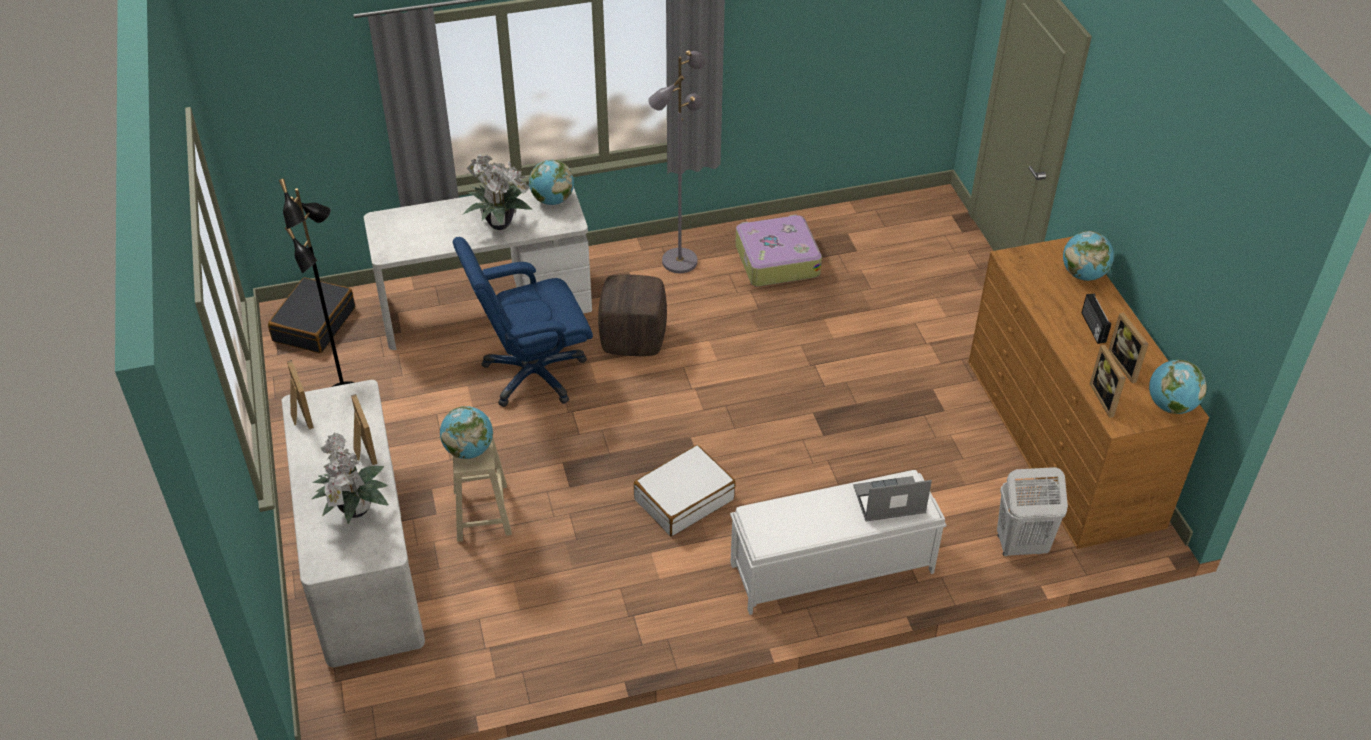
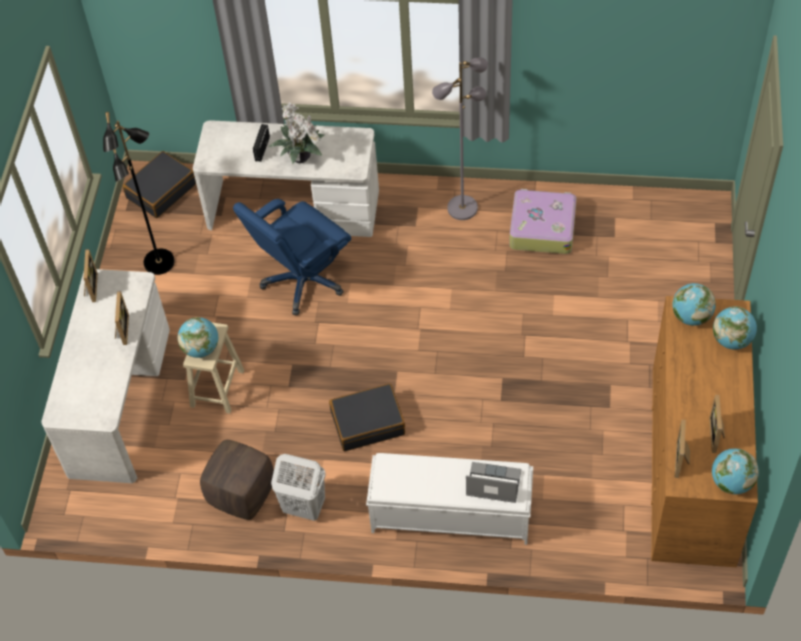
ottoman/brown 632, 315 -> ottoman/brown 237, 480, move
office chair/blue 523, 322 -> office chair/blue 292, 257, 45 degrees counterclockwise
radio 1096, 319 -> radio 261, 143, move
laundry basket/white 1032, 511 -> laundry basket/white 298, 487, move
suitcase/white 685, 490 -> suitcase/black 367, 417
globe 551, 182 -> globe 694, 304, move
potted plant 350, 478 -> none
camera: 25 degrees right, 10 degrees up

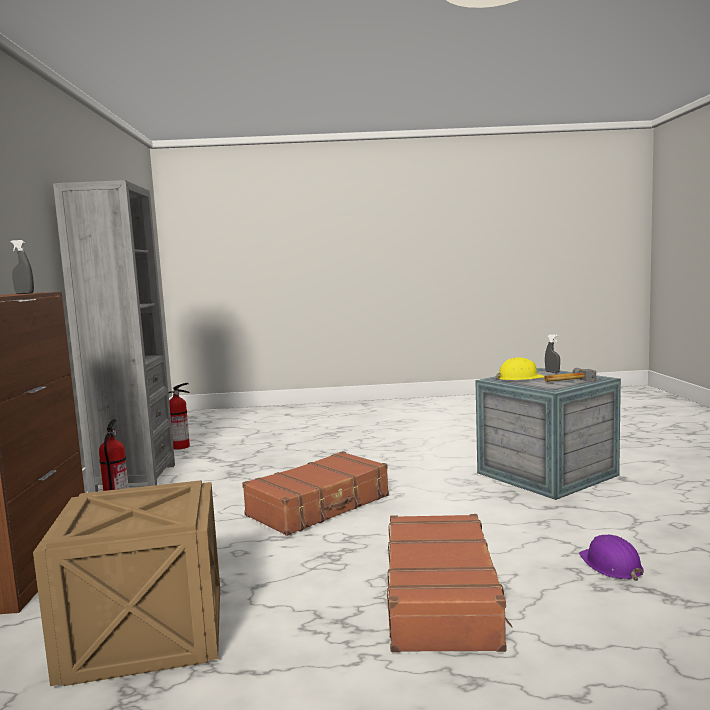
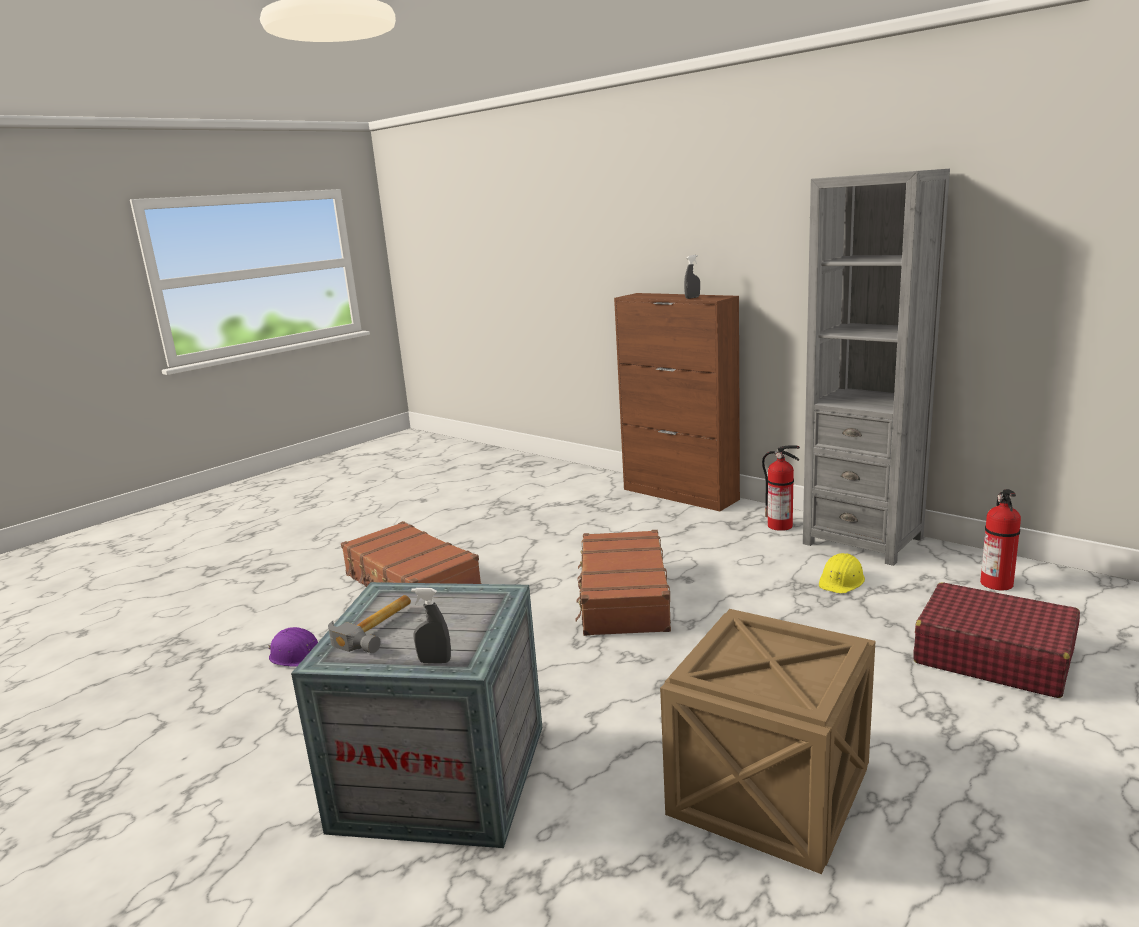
crate 126, 583 -> crate 767, 741, move
hard hat/yellow 520, 368 -> hard hat/yellow 842, 573, move
none -> suitcase/red 996, 640
camera: 135 degrees right, 10 degrees up

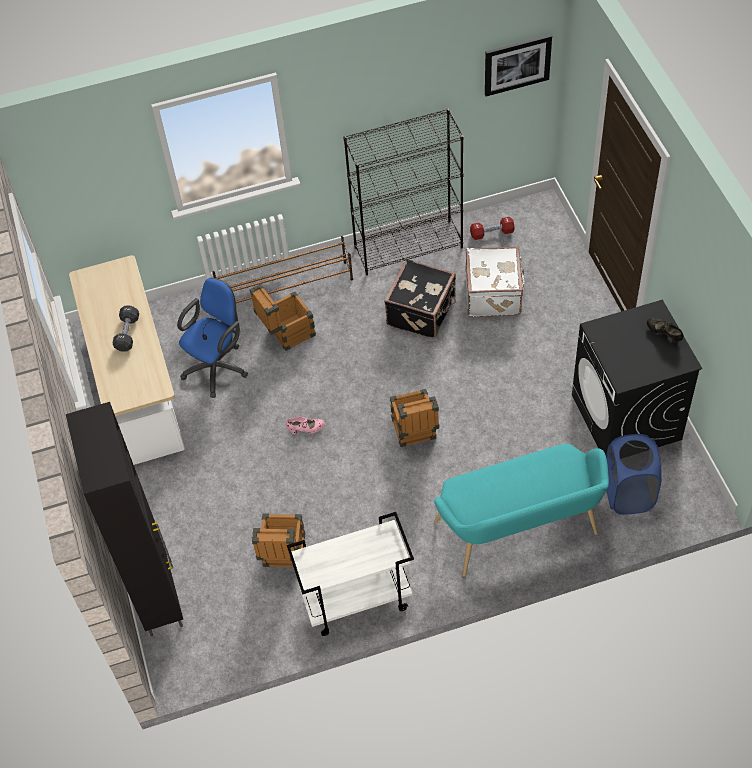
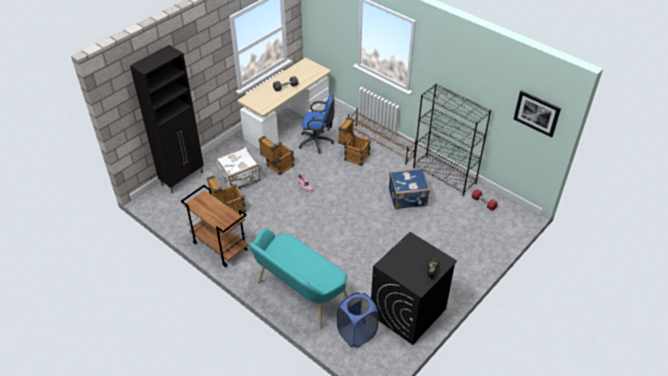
cart/white 350, 574 -> cart/brown 214, 226
suitcase/white 495, 281 -> suitcase/white 237, 168, move
crate 414, 418 -> crate 276, 155, move
suitcase/black 420, 298 -> suitcase/blue 409, 188
camera: 55 degrees right, 10 degrees down

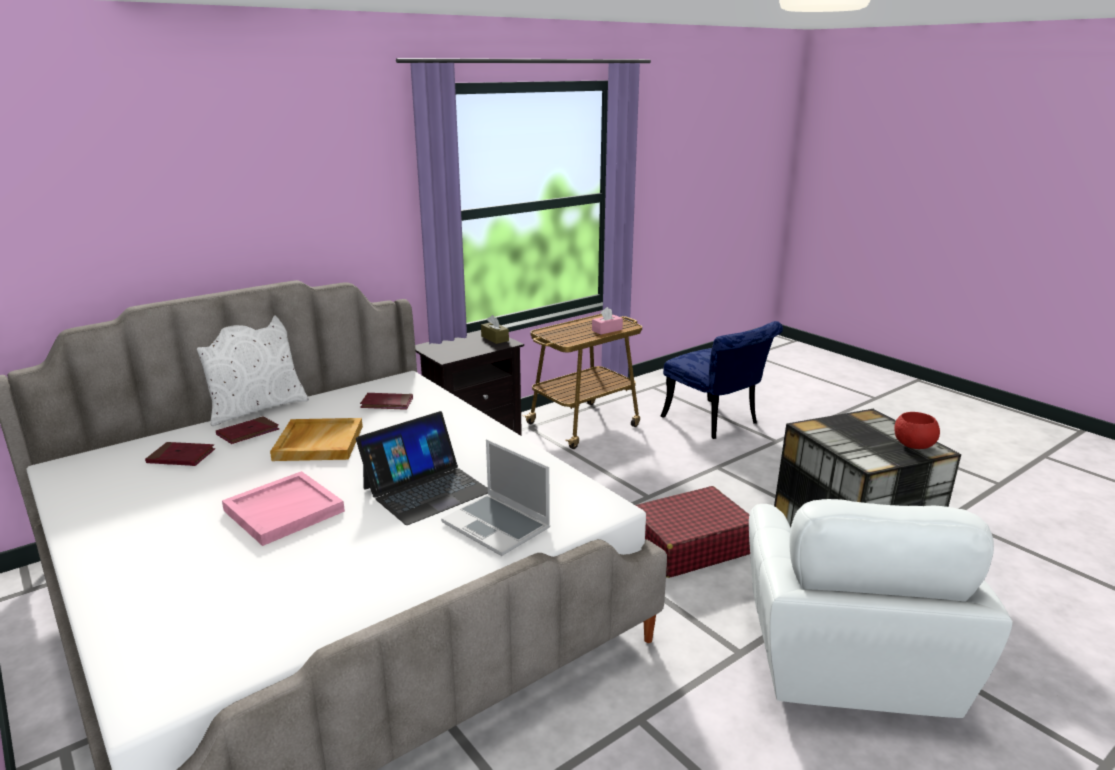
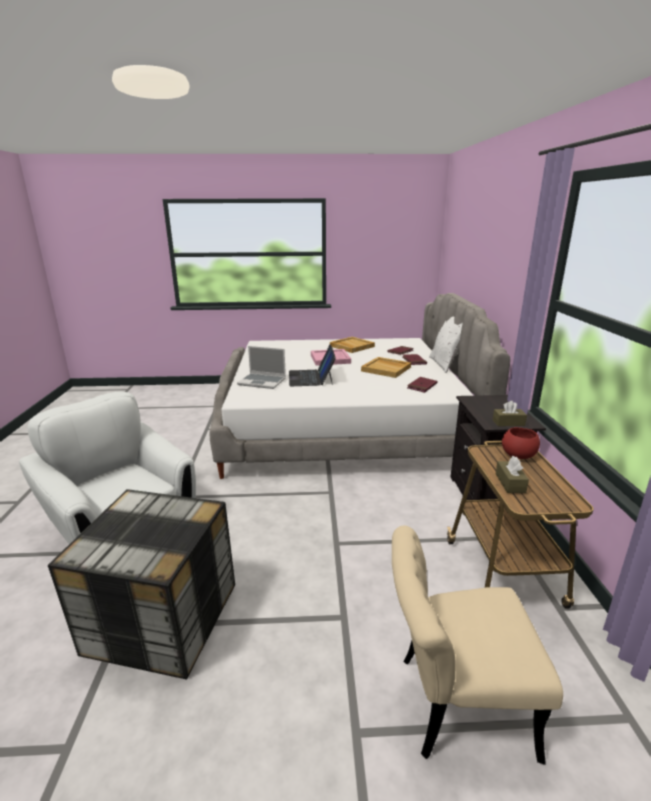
laptop 495, 497 -> laptop 261, 367, 150 degrees counterclockwise
none -> tray/beige 352, 345
chair/blue 721, 380 -> chair/beige 477, 645
tissue box/pink 607, 321 -> tissue box/brown 512, 474
bowl/red 917, 430 -> bowl/red 521, 443, move
suitcase/red 692, 532 -> none
camera: 125 degrees right, 0 degrees up

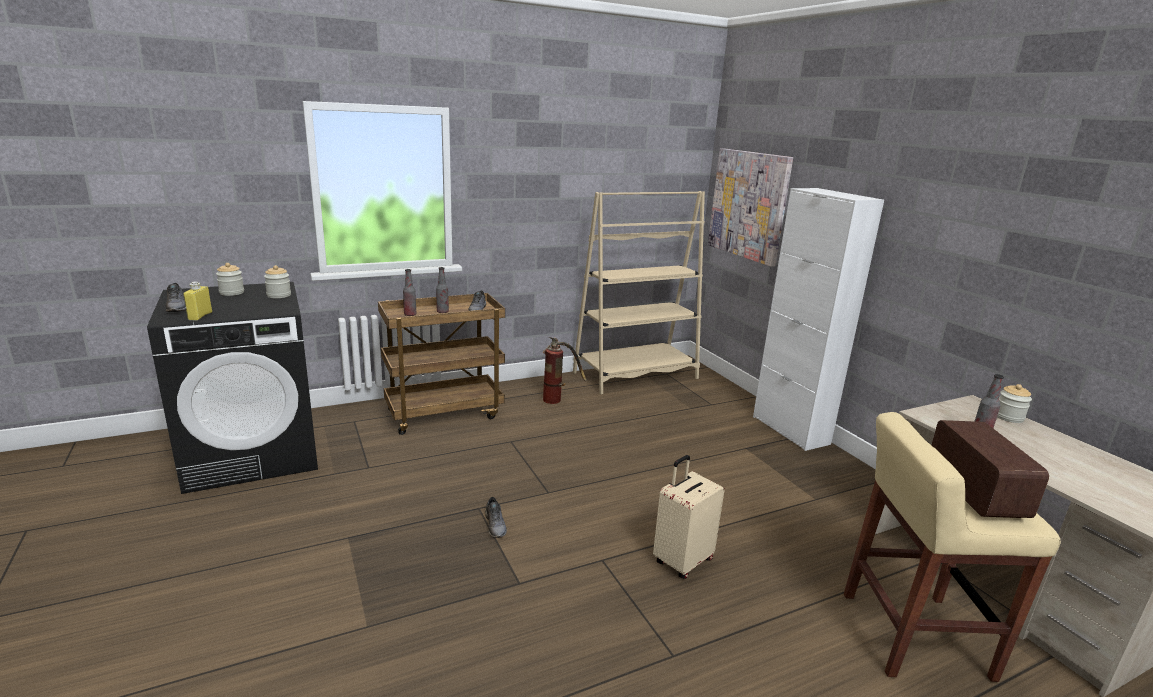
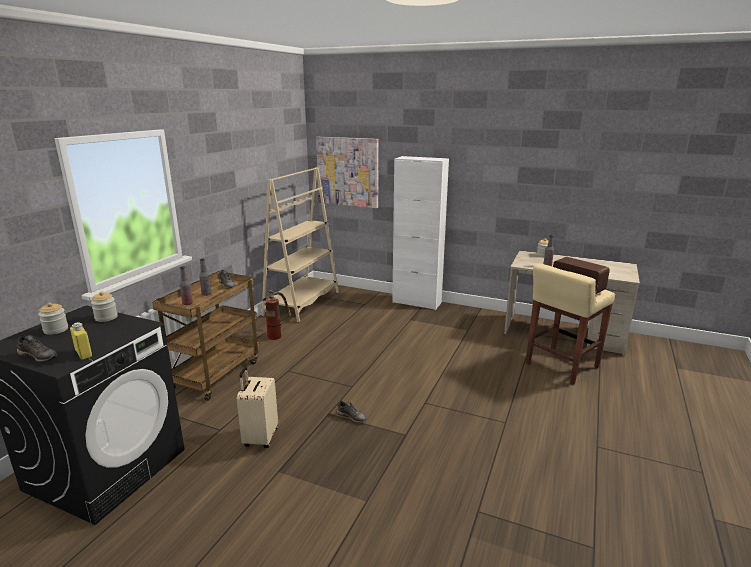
suitcase/beige 689, 517 -> suitcase/beige 257, 407, move
camera: 40 degrees left, 0 degrees up

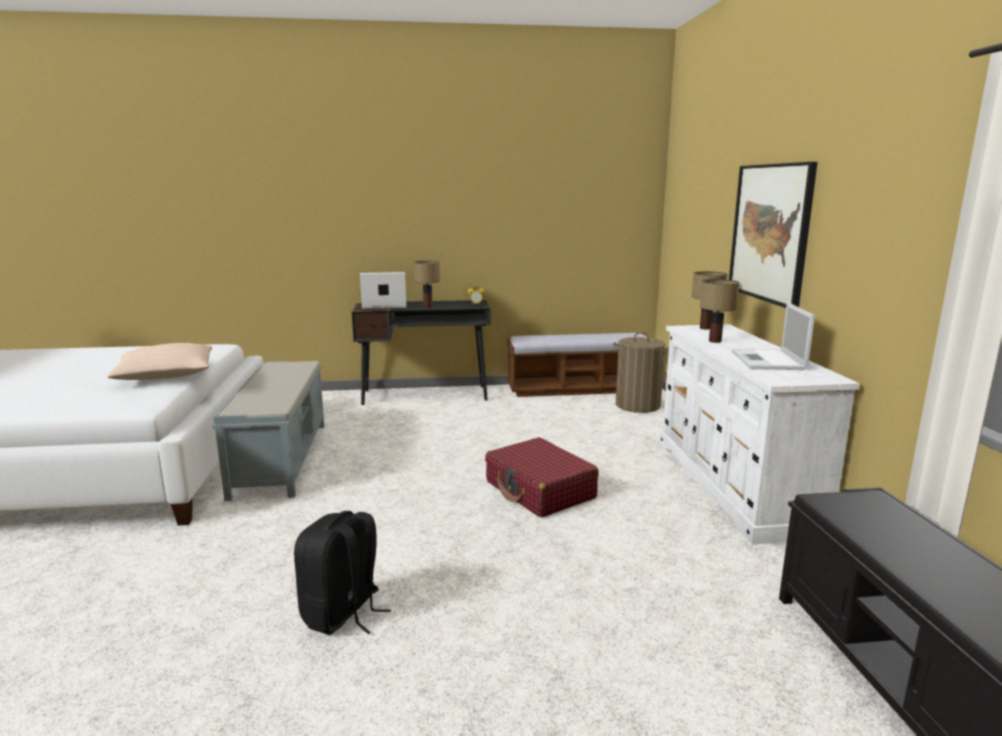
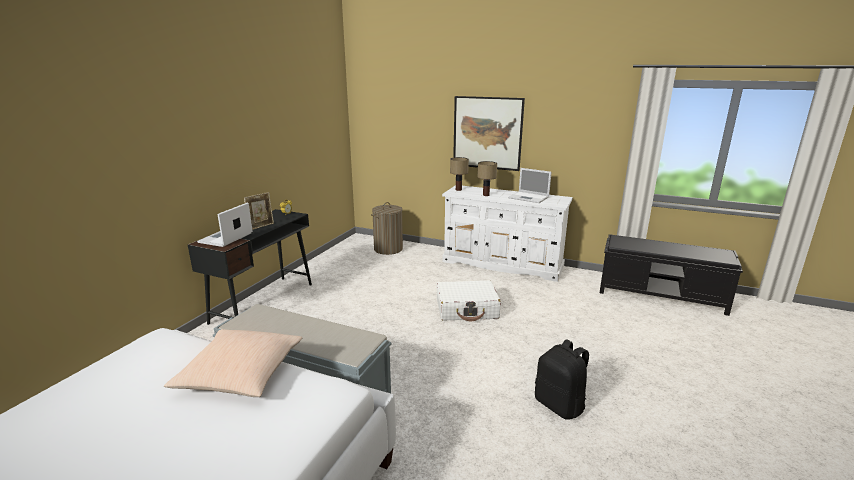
table lamp 427, 284 -> picture frame 259, 211
suitcase/red 542, 477 -> suitcase/white 468, 300
bench 577, 365 -> none
camera: 60 degrees left, 5 degrees up

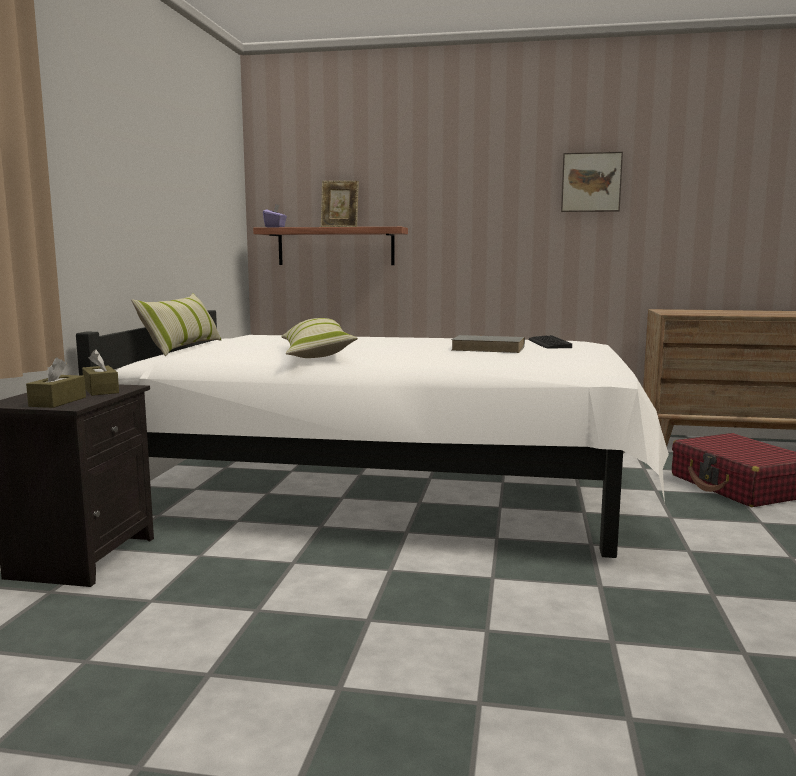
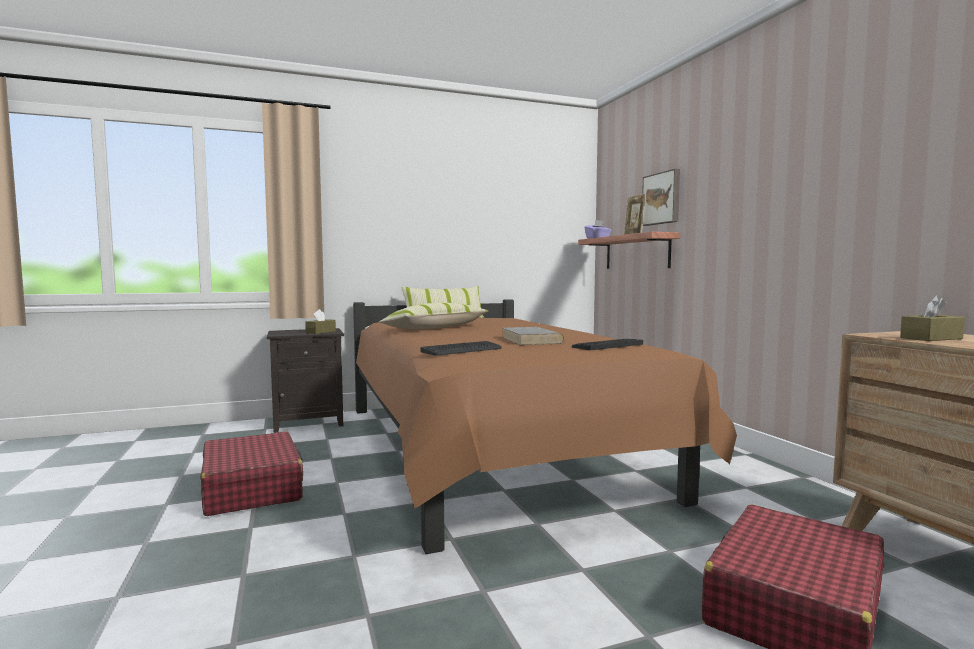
none -> suitcase/red 251, 473
bed/white 372, 434 -> bed/brown 545, 426
none -> keyboard 461, 348
picture 592, 182 -> picture 661, 197, move
tissue box/brown 56, 382 -> tissue box/brown 932, 318, move
camera: 60 degrees right, 5 degrees down

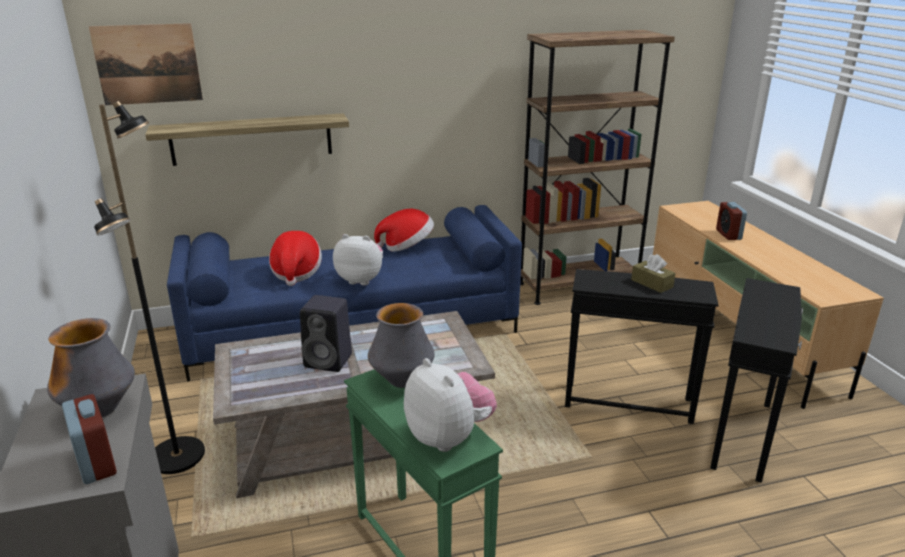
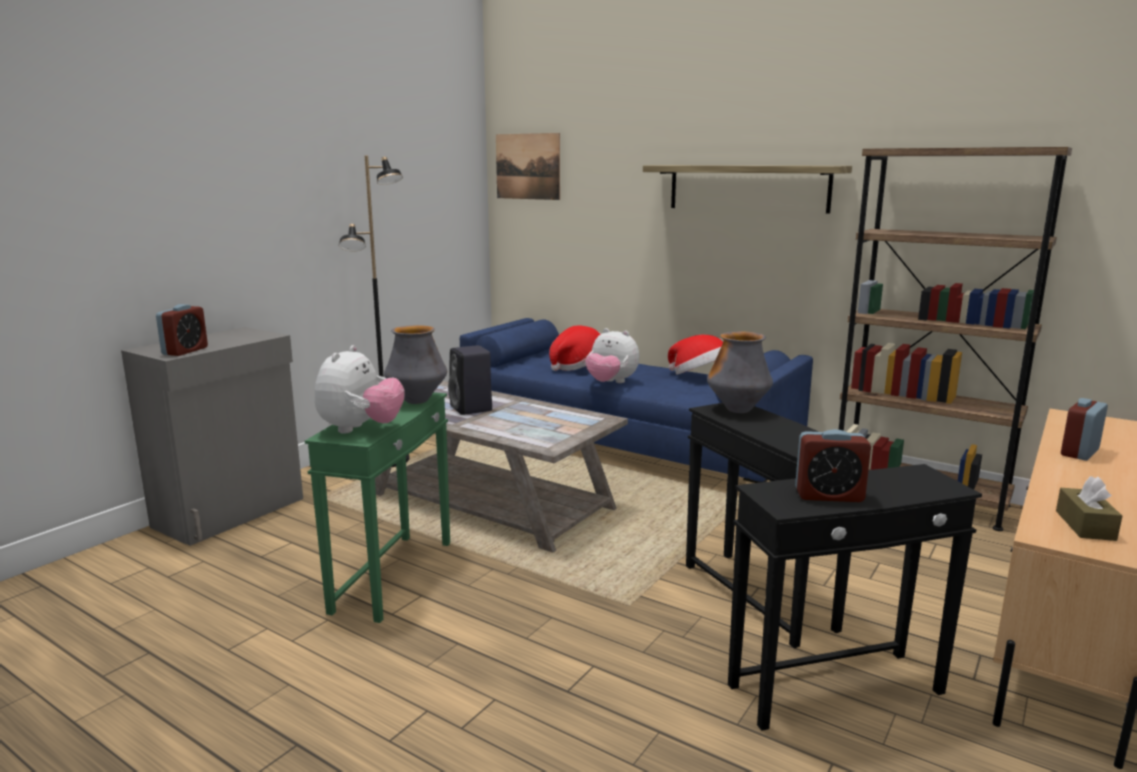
plush toy 358, 259 -> plush toy 612, 355, 150 degrees clockwise
shelf 247, 139 -> shelf 747, 189, move
vase 91, 367 -> vase 740, 372, move
none -> alarm clock 833, 465
tissue box/brown 653, 273 -> tissue box/brown 1089, 508, move
camera: 50 degrees right, 10 degrees down

